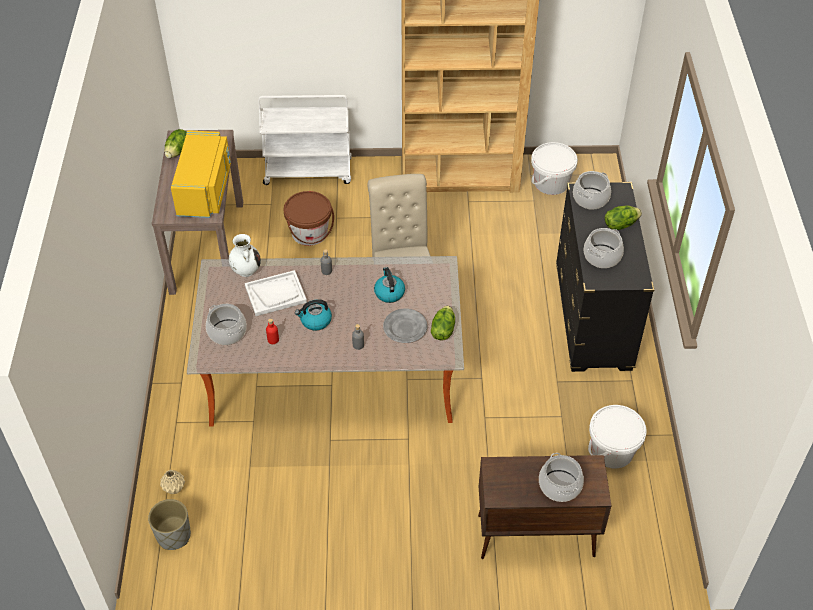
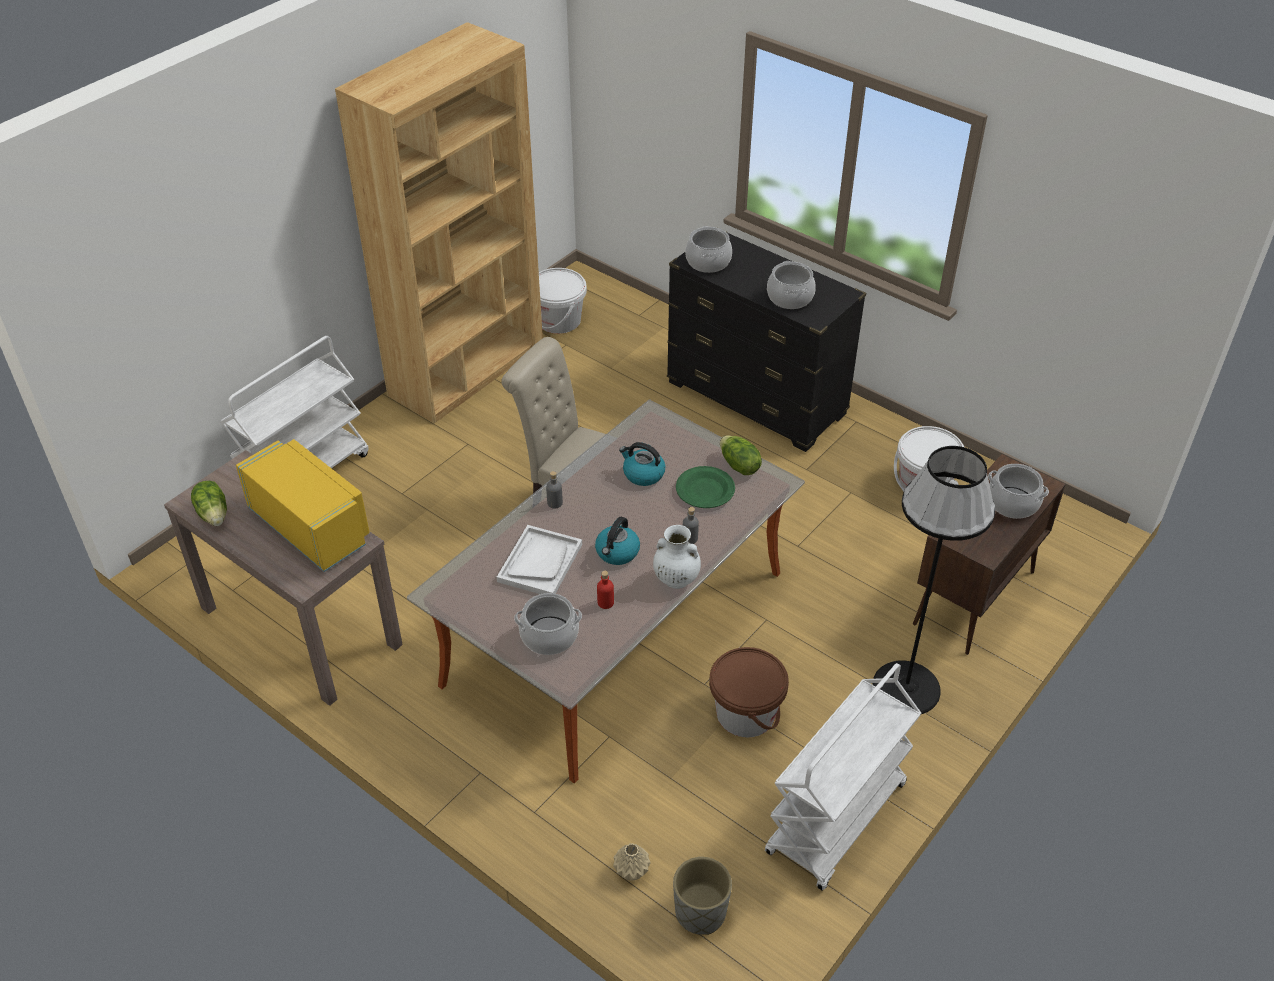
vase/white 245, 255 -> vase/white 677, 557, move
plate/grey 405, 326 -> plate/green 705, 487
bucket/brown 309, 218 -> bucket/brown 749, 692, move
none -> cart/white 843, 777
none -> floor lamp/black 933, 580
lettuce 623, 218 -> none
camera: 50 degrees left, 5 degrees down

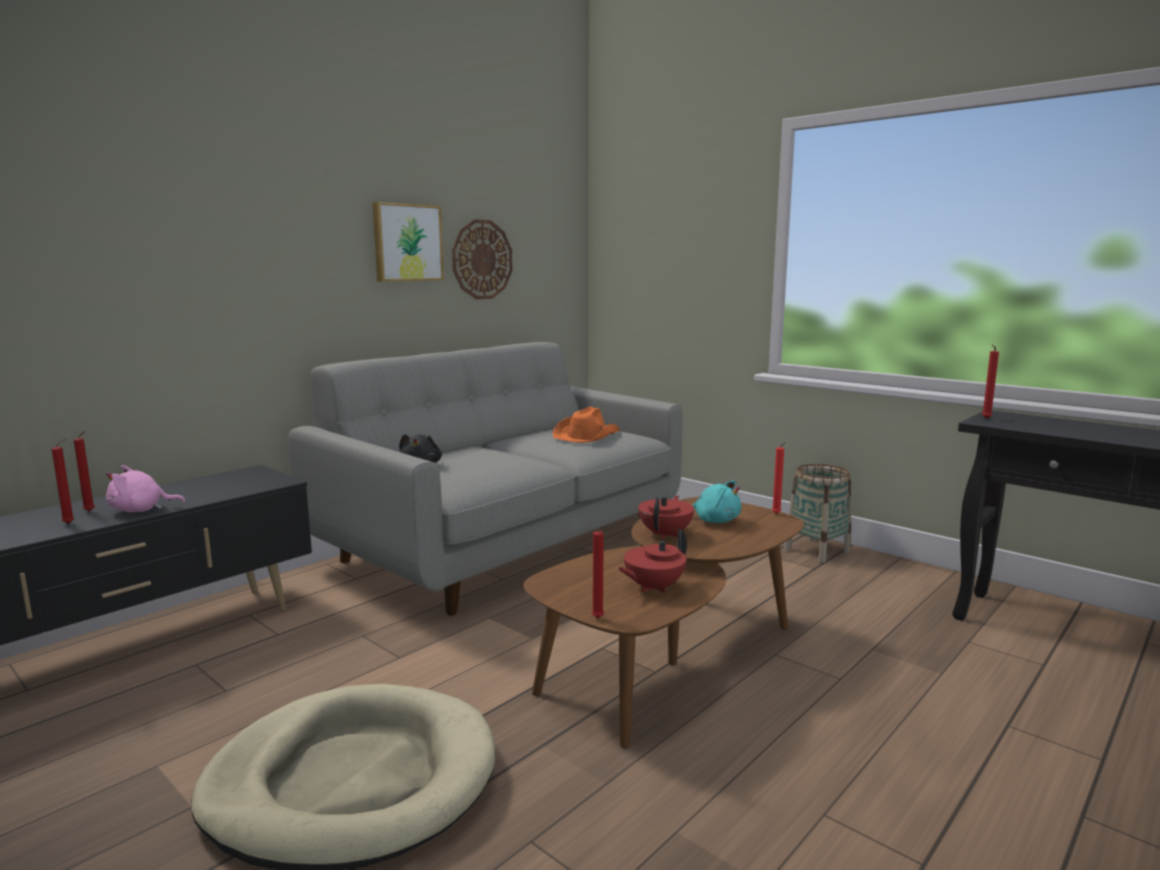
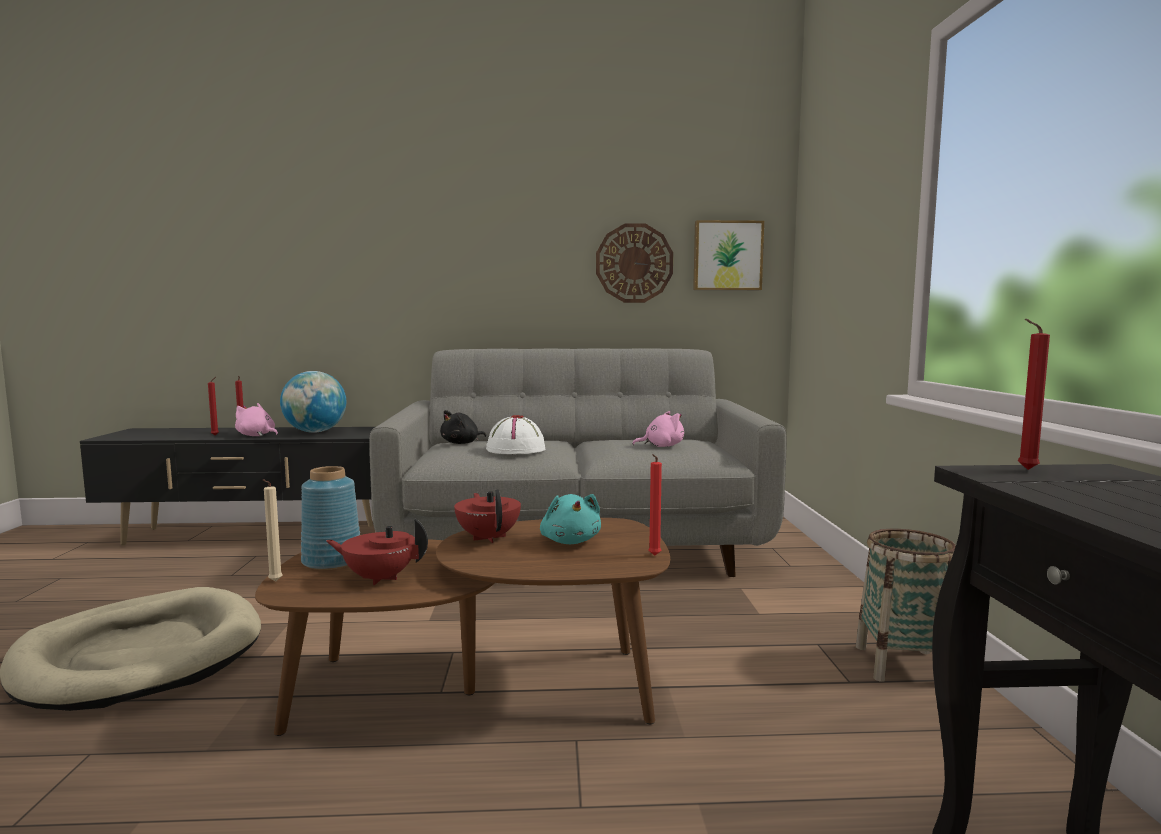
candle/red 599, 572 -> candle/beige 272, 530
none -> globe 313, 402
none -> vase/blue 330, 518
teapot/red 666, 517 -> teapot/red 487, 516, 90 degrees counterclockwise
none -> hat/white 515, 434
hat/orange 586, 424 -> plush toy/pink 658, 429
picture 408, 242 -> picture 728, 255, move
camera: 45 degrees right, 5 degrees down

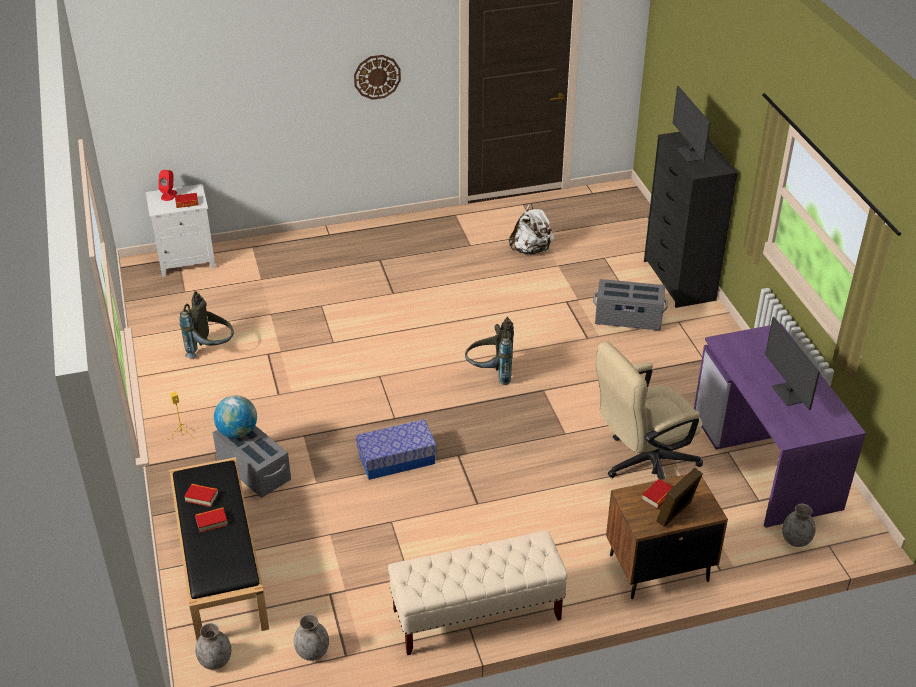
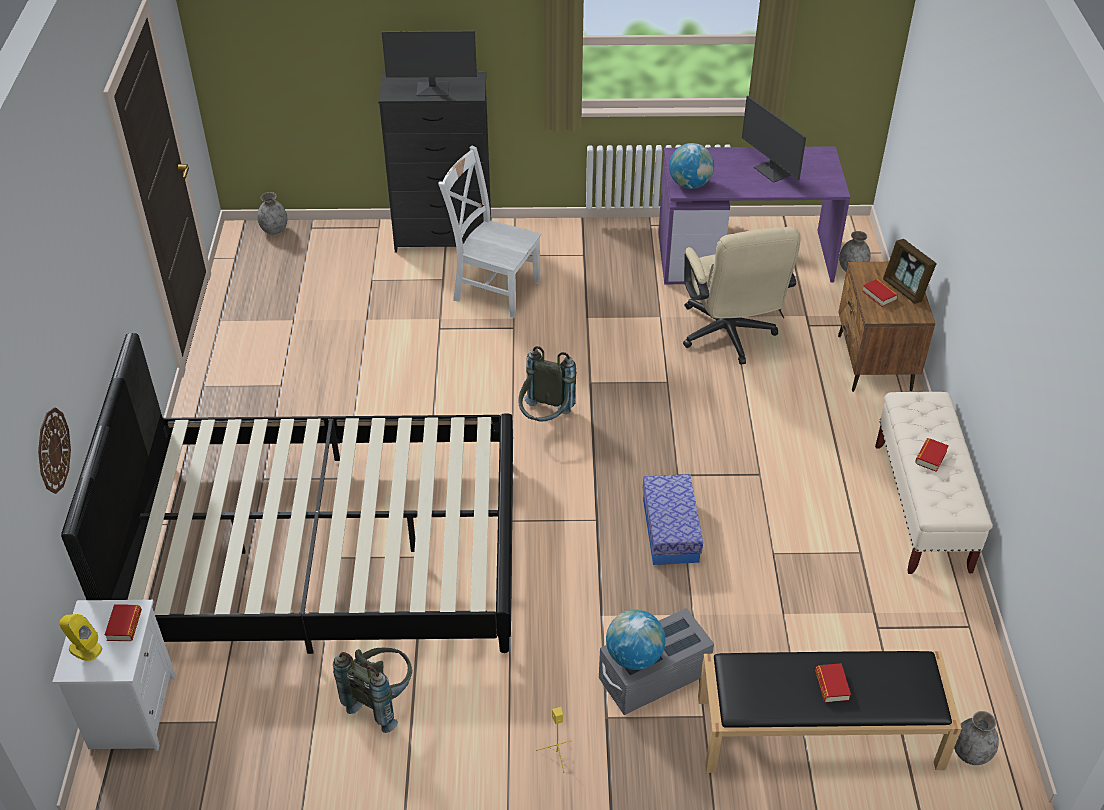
wall clock 377, 77 -> wall clock 54, 450, move
speaker/red 167, 185 -> speaker/yellow 80, 637
none -> bed/black 287, 493
vase/grey 311, 637 -> vase/grey 272, 213, move
storage box/grey 630, 304 -> chair/white 489, 232
none -> globe 691, 166
monitor 792, 363 -> monitor 774, 139, 60 degrees clockwise
book 201, 495 -> book 932, 455, move
backpack/white 531, 229 -> none
camera: 75 degrees left, 5 degrees up

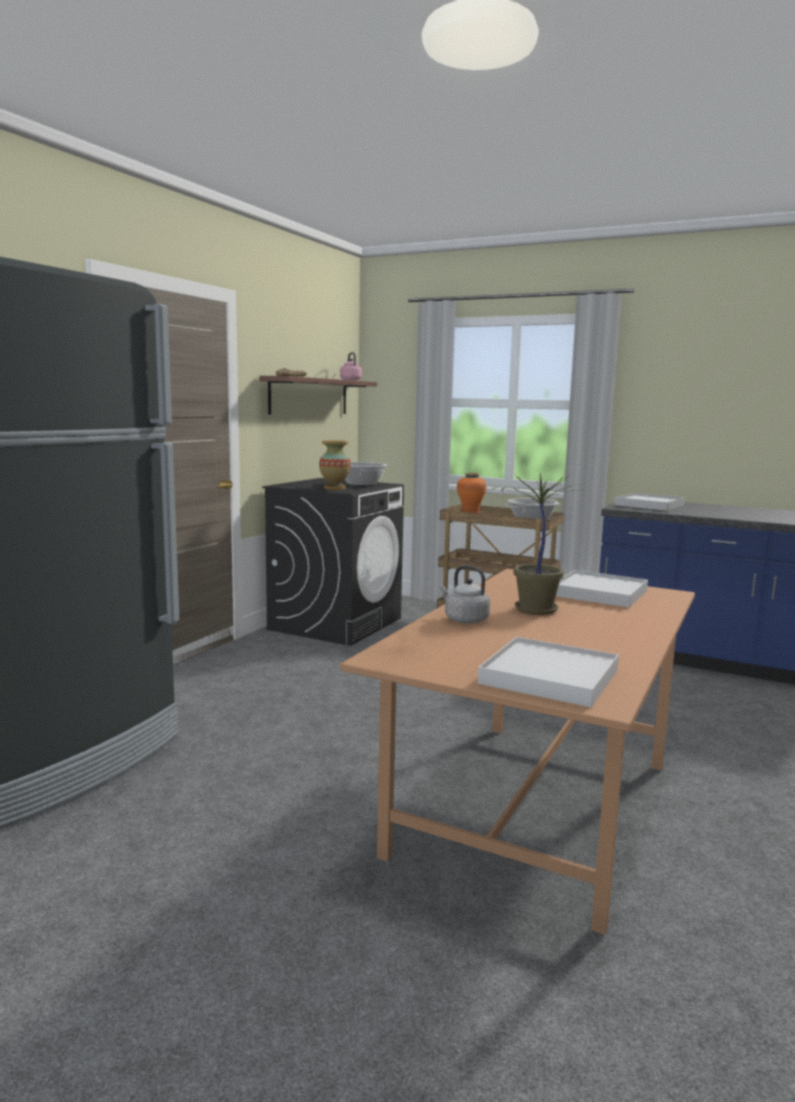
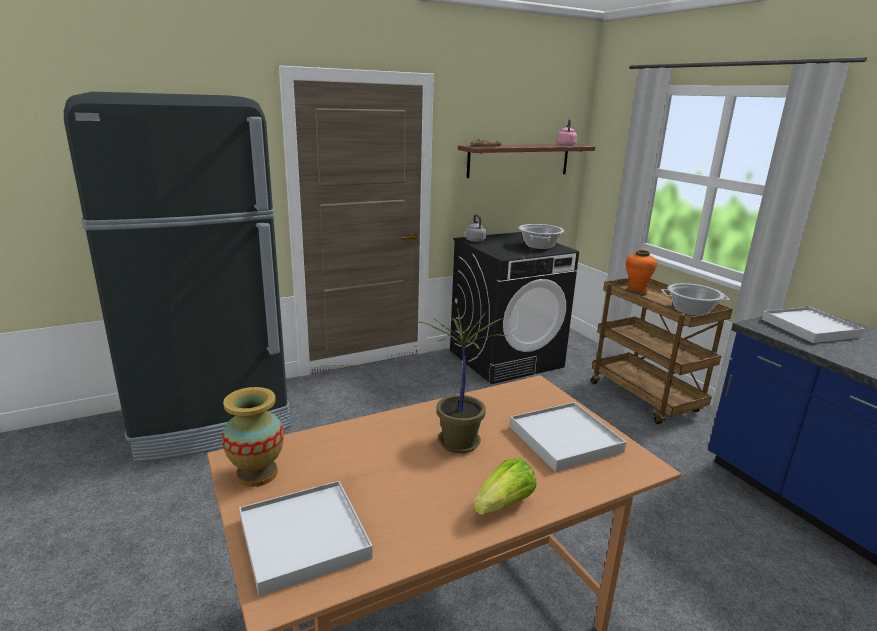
vase 335, 465 -> vase 253, 437, move
kettle/grey 465, 595 -> kettle/grey 475, 228, move
none -> lettuce 505, 486
camera: 35 degrees right, 10 degrees up

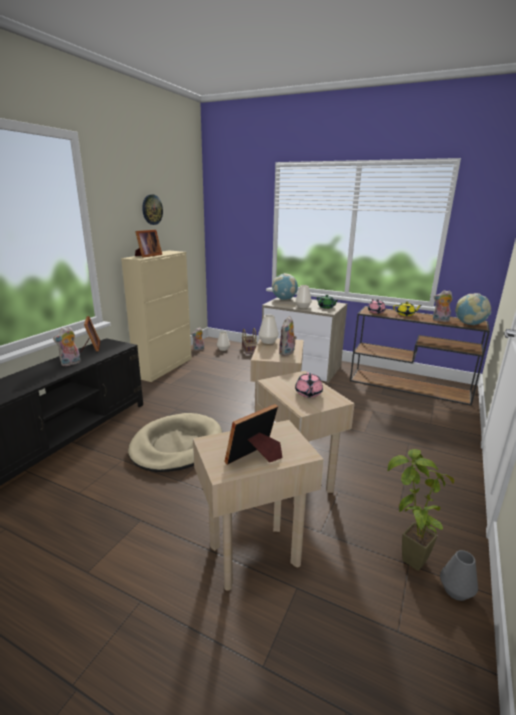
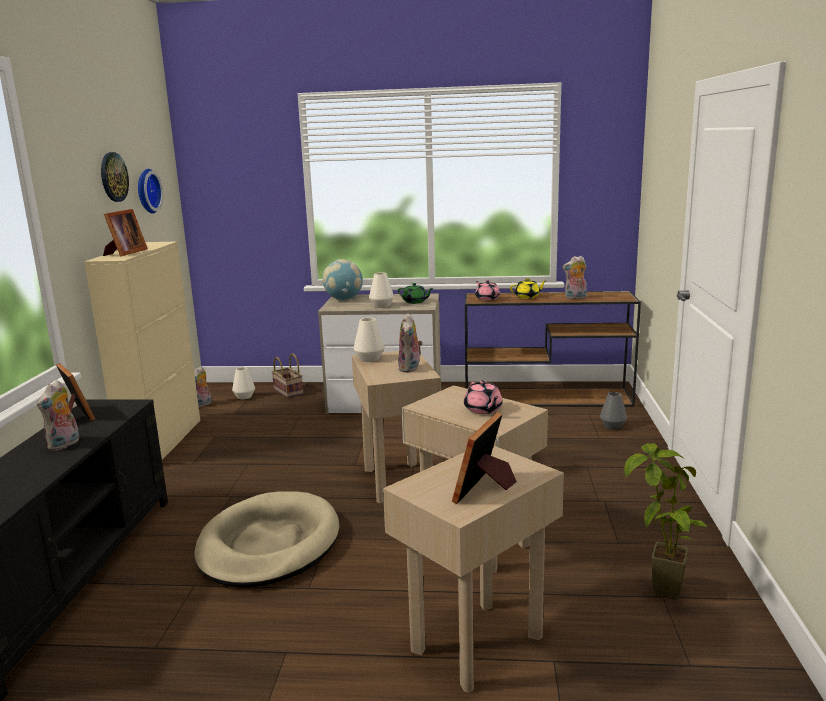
none -> wall clock 150, 191
vase/grey 459, 575 -> vase/grey 613, 411, move
globe 473, 309 -> none
camera: 20 degrees left, 5 degrees down

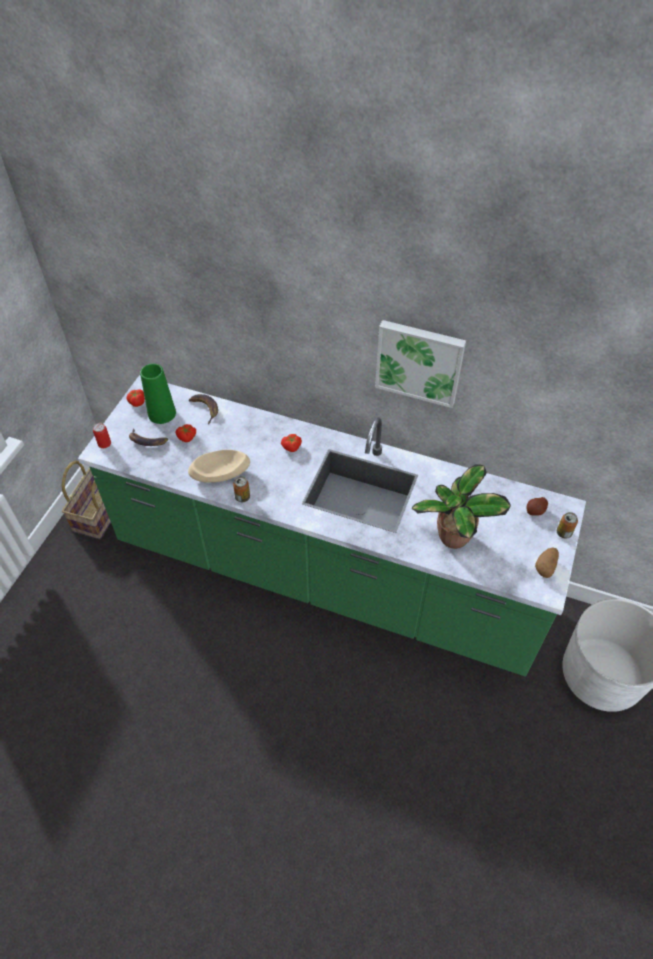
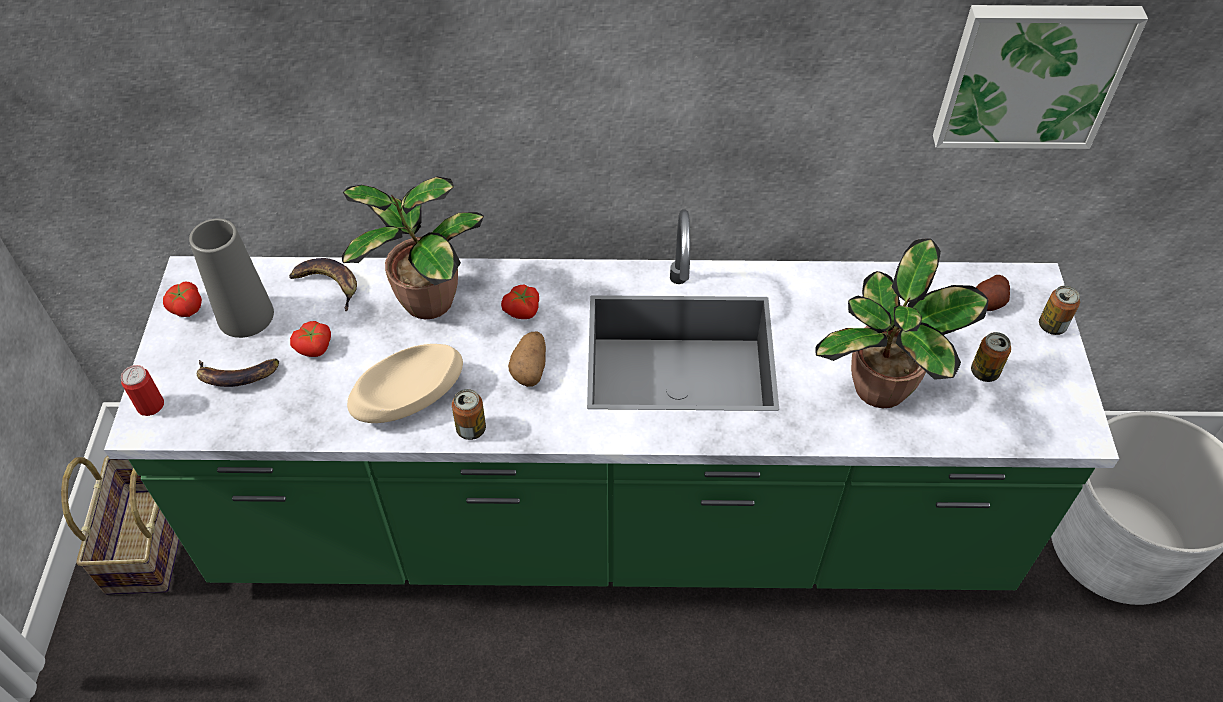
vase/green 158, 394 -> vase/grey 231, 278
none -> potted plant 413, 248
potato 547, 563 -> potato 527, 359, move
picture 420, 364 -> picture 1040, 77, move
none -> can 991, 357
camera: 20 degrees left, 0 degrees up

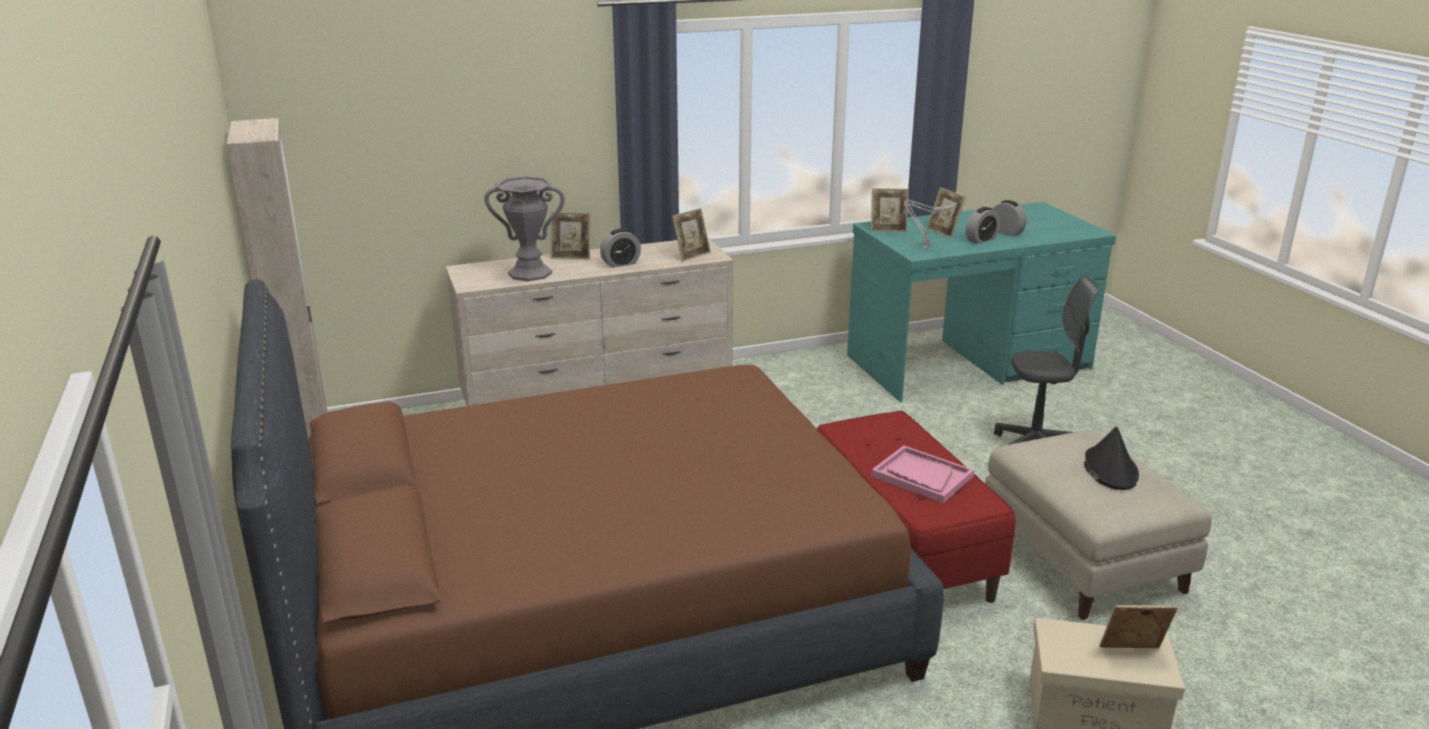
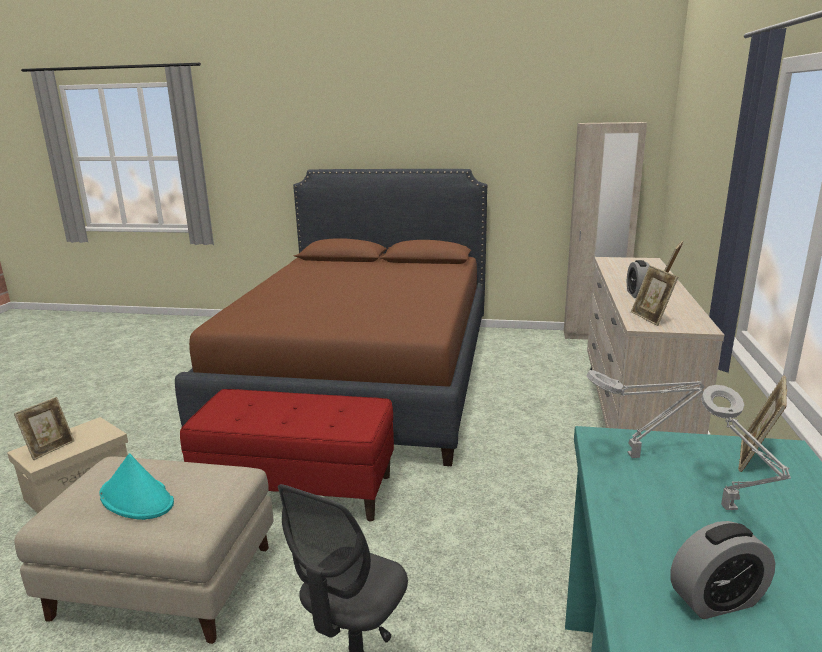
hat/black 1111, 458 -> hat/turquoise 136, 486
picture frame 946, 212 -> table lamp/grey 746, 447
vase/grey 524, 228 -> none
tray/pink 922, 474 -> none
alarm clock 983, 225 -> none
camera: 120 degrees right, 5 degrees down

